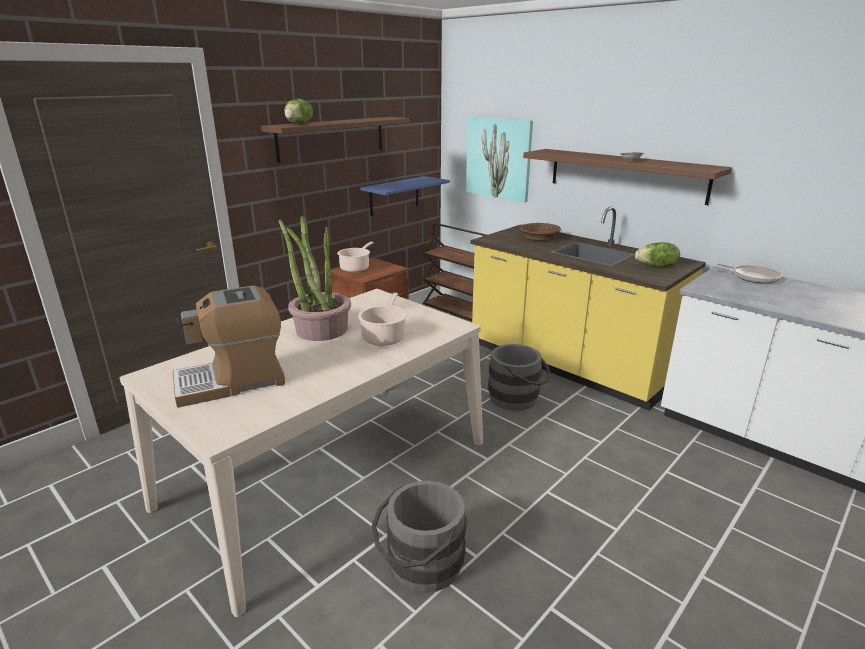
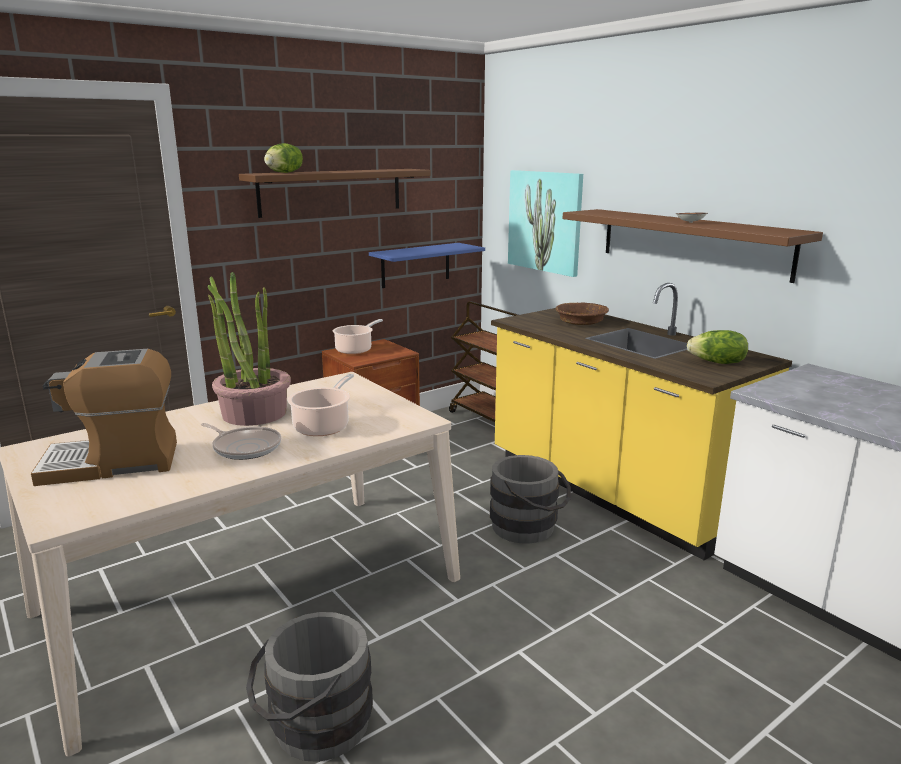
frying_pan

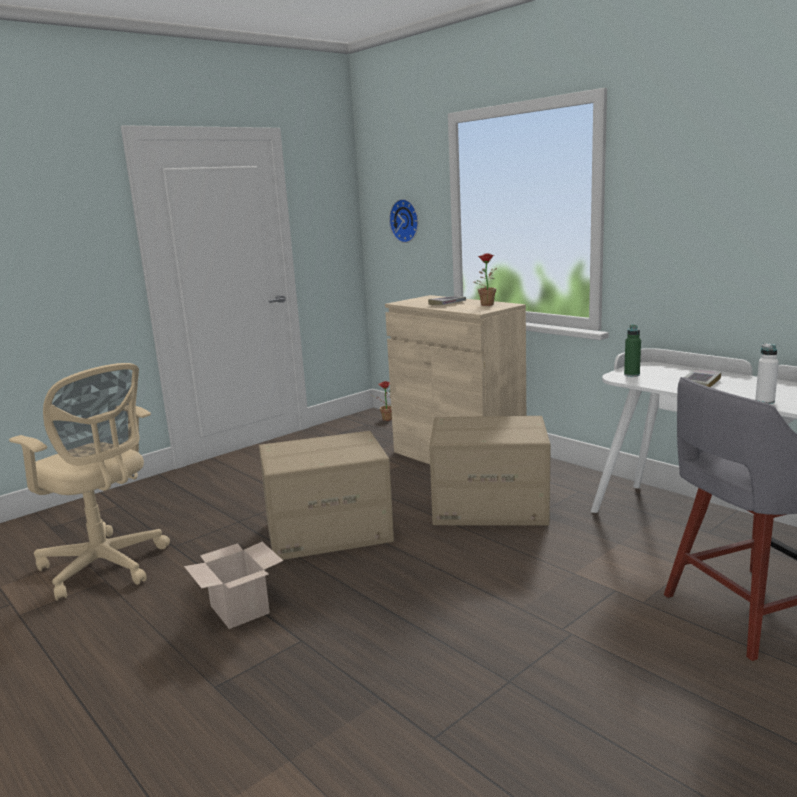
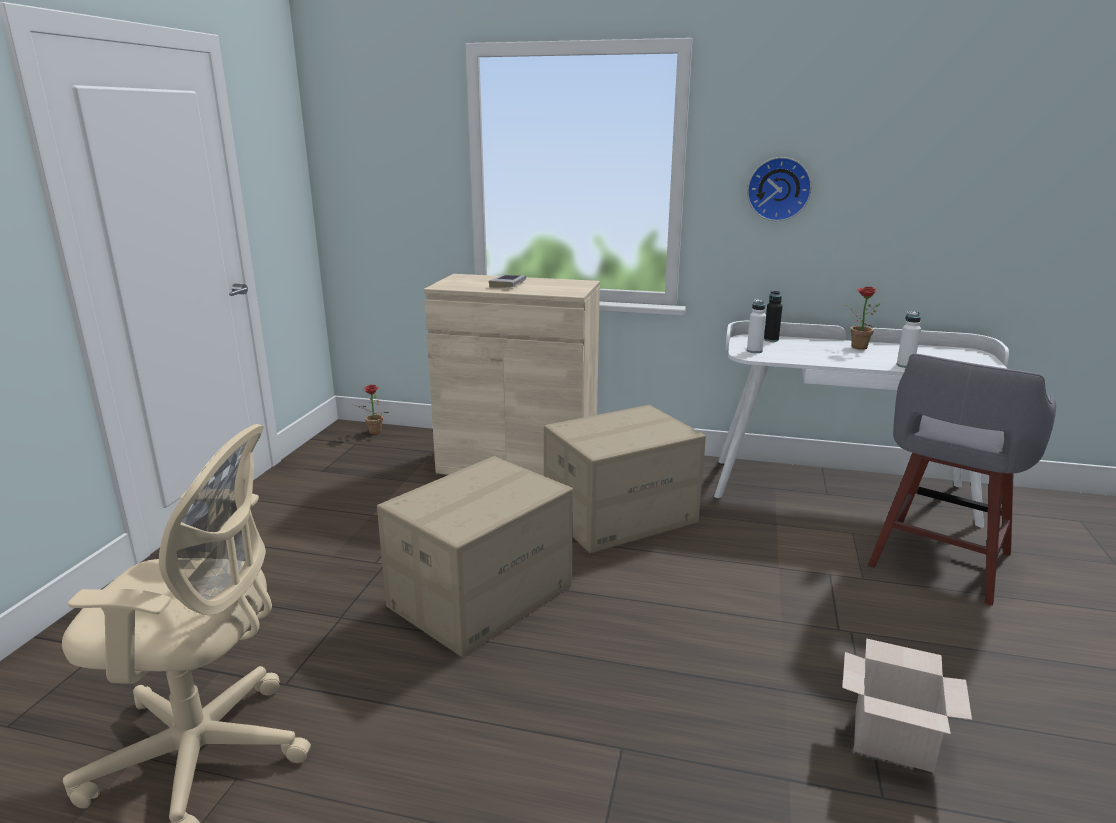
book (no. 2 from left in the first image)
black_bottle
cardboard_box (no. 3 from left)
wall_clock
potted_plant (no. 2 from left)
white_bottle (no. 1 from left)

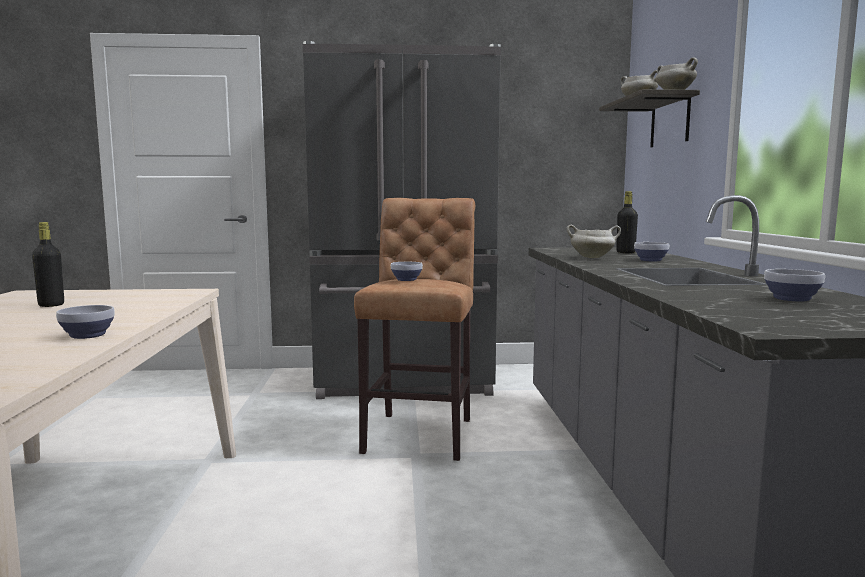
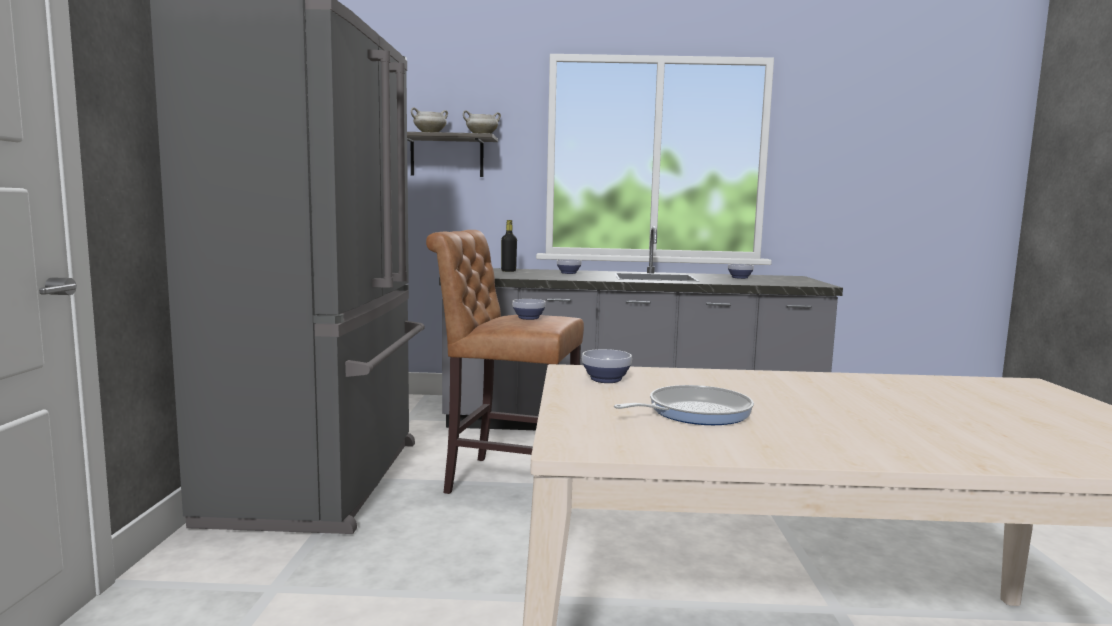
white_cooking_pot (no. 1 from left in the first image)
bowl (no. 3 from left)
frying_pan

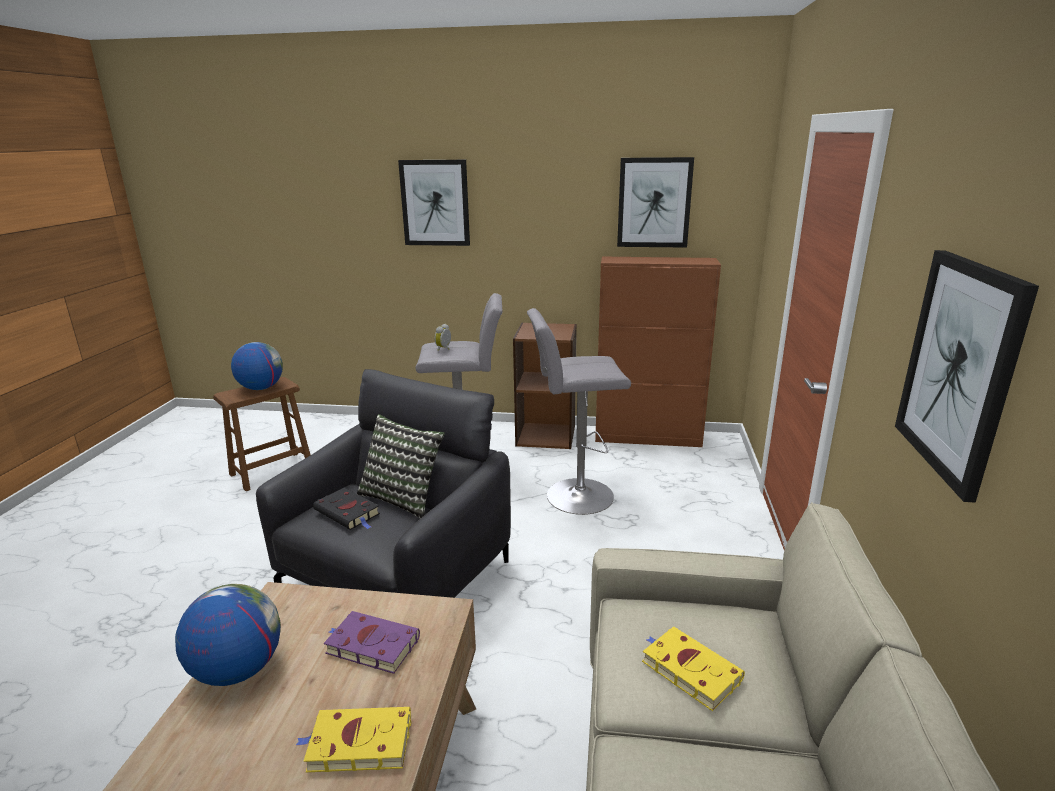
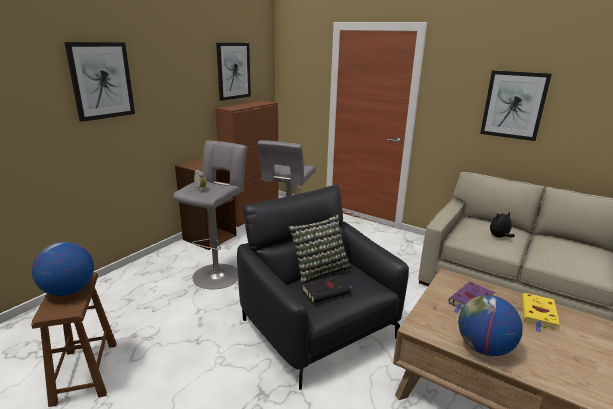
plush_toy

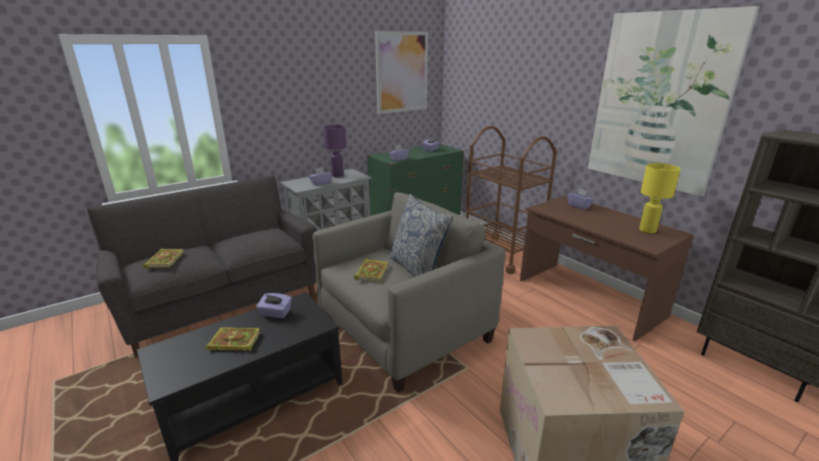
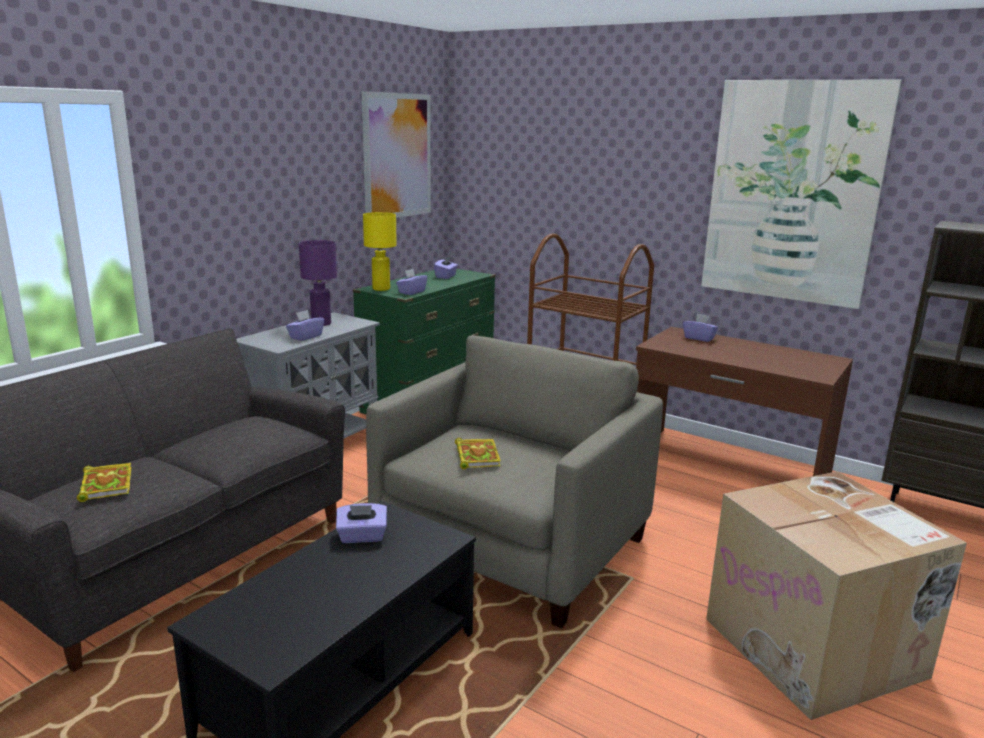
book (no. 2 from left in the first image)
pillow
yellow_table_lamp

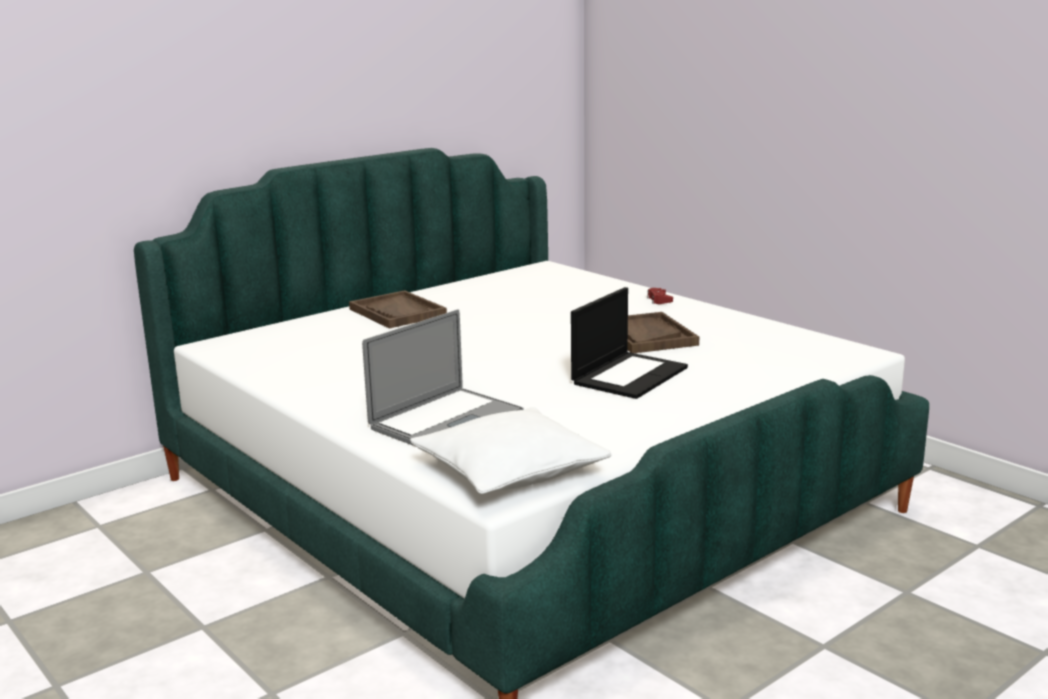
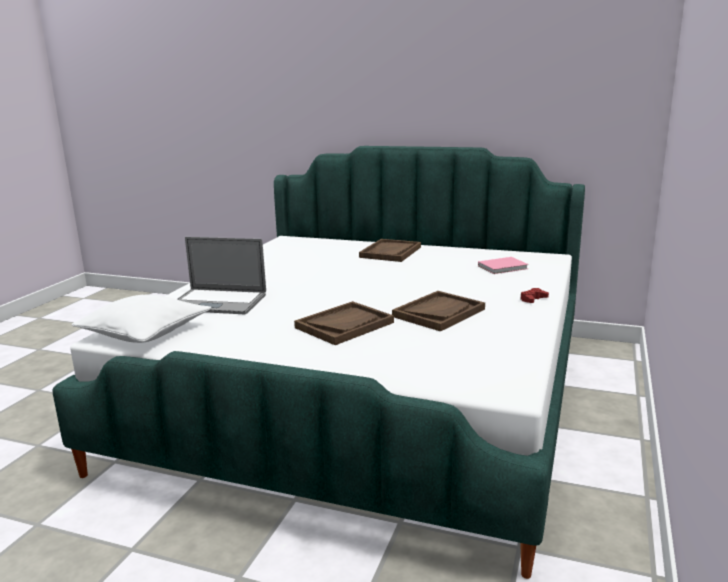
pink_book
brown_tray (no. 1 from left)

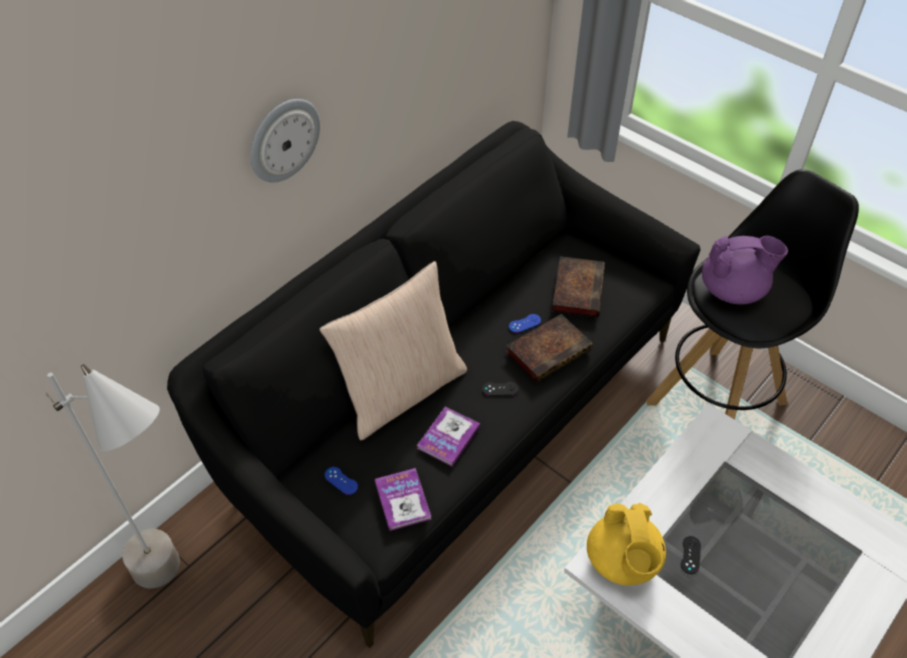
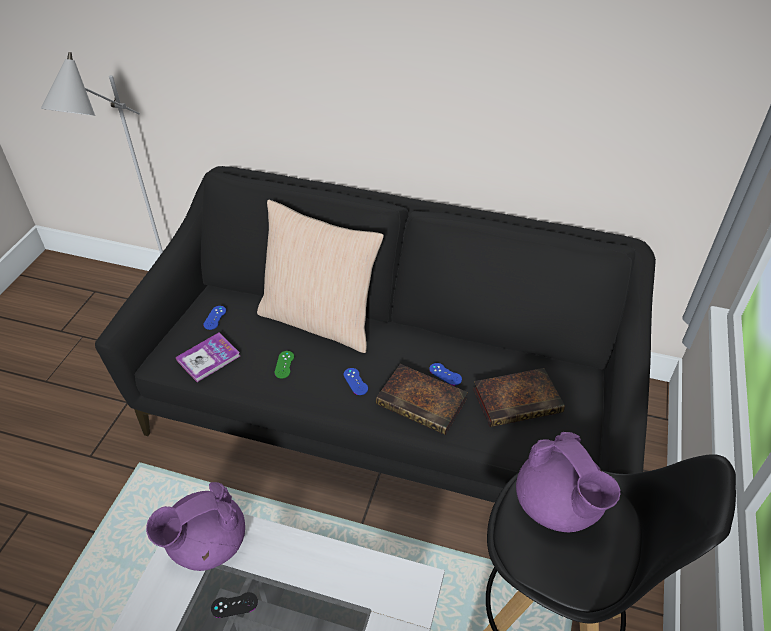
wall_clock
green_game_controller
blue_game_controller (no. 2 from left)
purple_teapot (no. 1 from left)

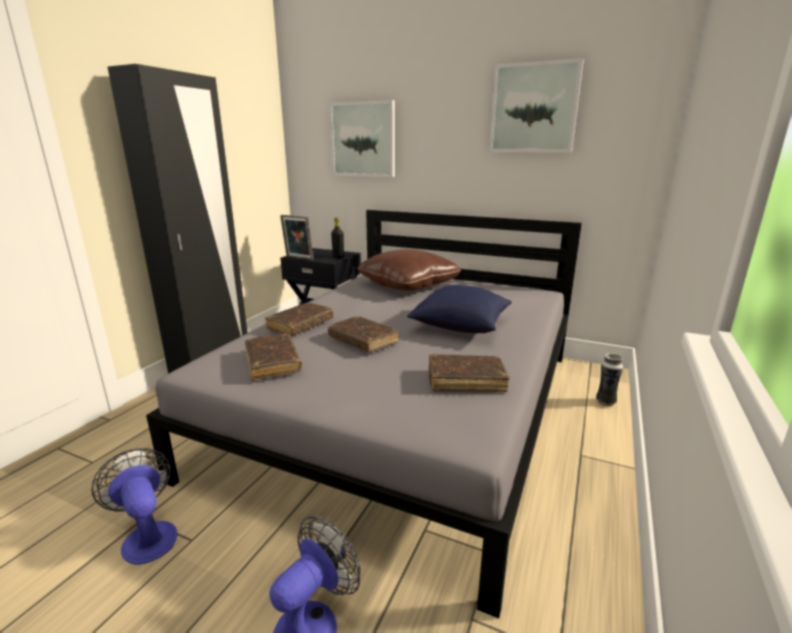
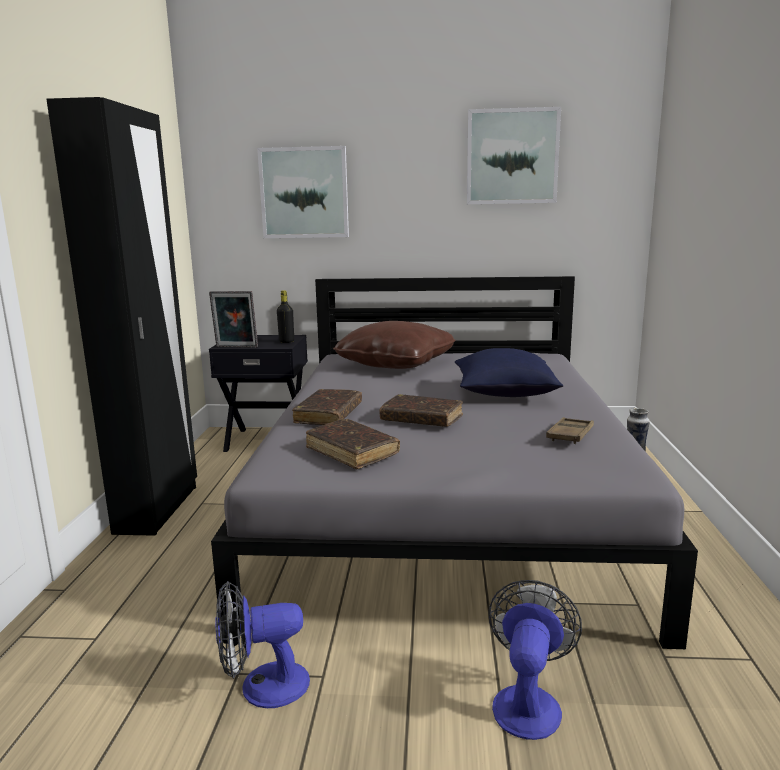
brown_tray
fan (no. 1 from left)

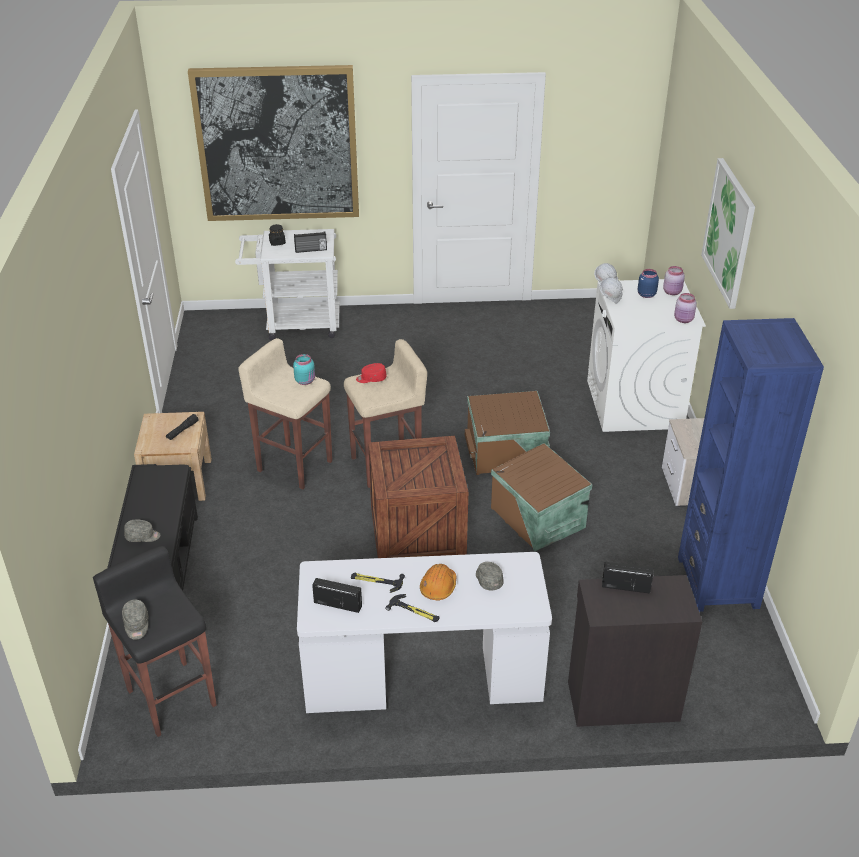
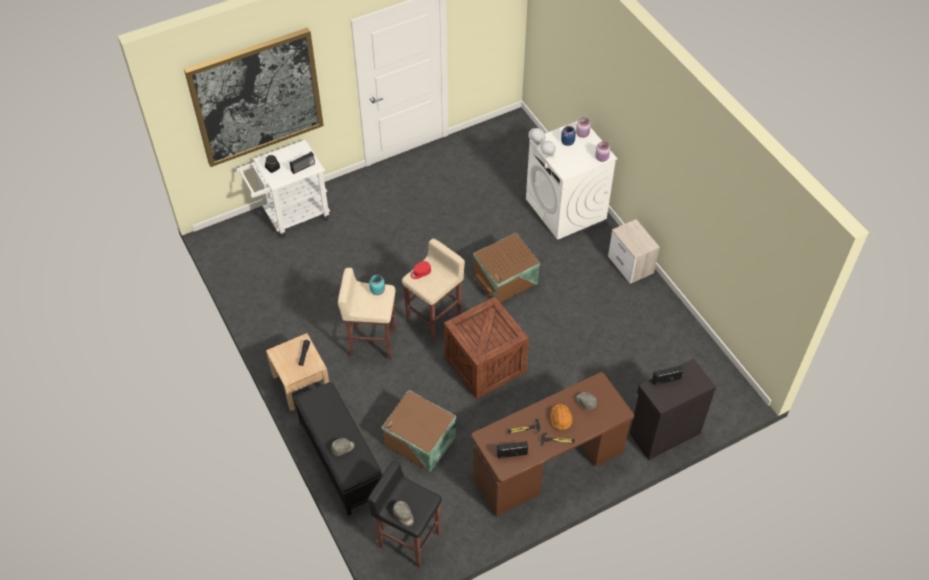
blue_bookcase
picture (no. 2 from left in the first image)
brown_storage_box (no. 1 from left)
brown_desk

